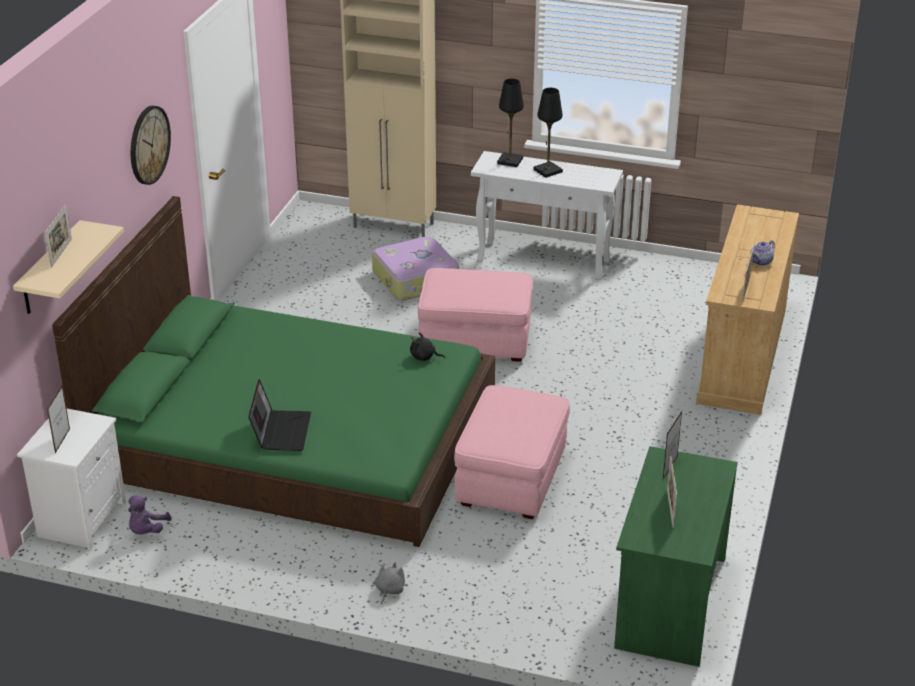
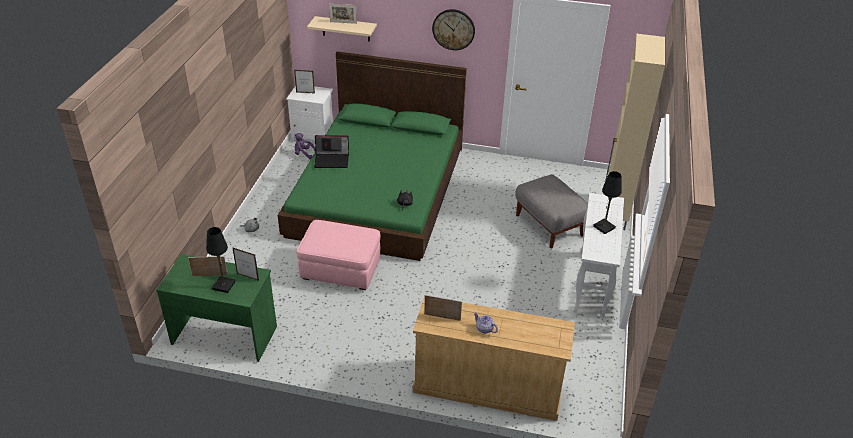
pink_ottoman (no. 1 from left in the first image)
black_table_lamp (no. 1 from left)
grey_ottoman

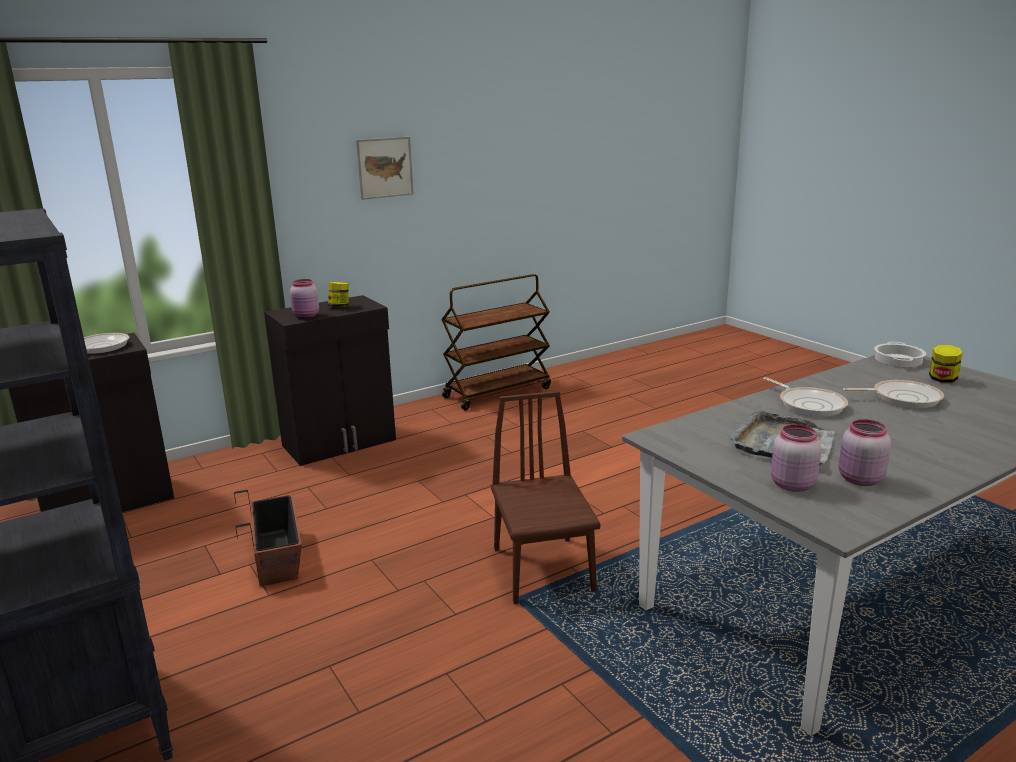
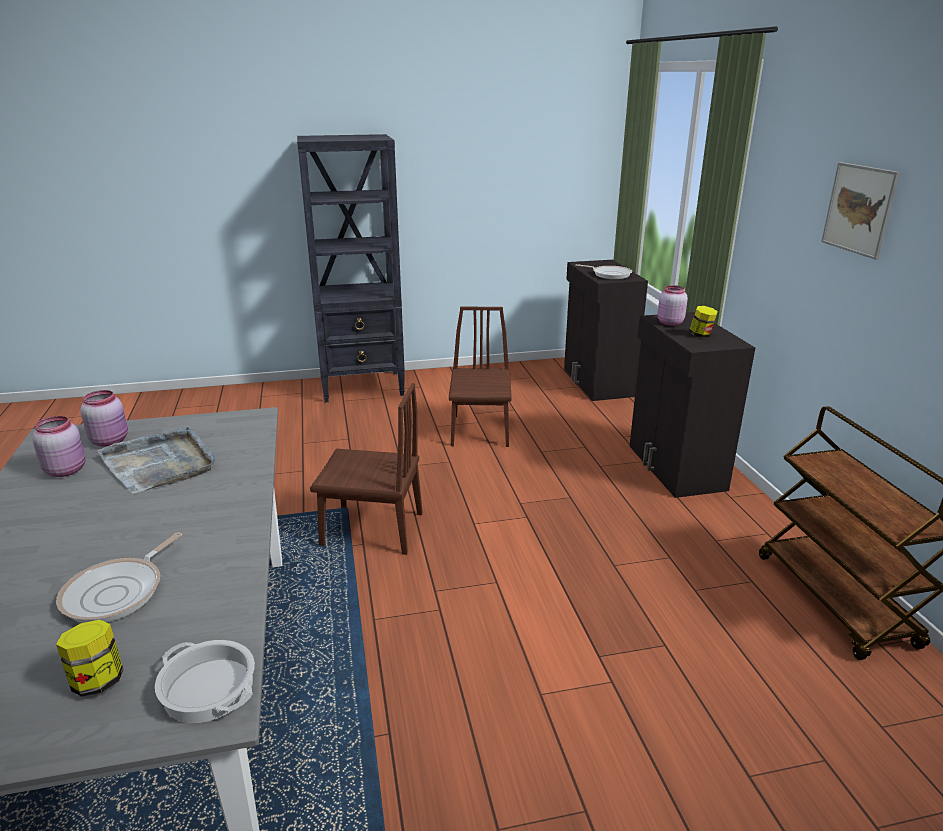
frying_pan (no. 2 from left in the first image)
brown_chair (no. 2 from left)

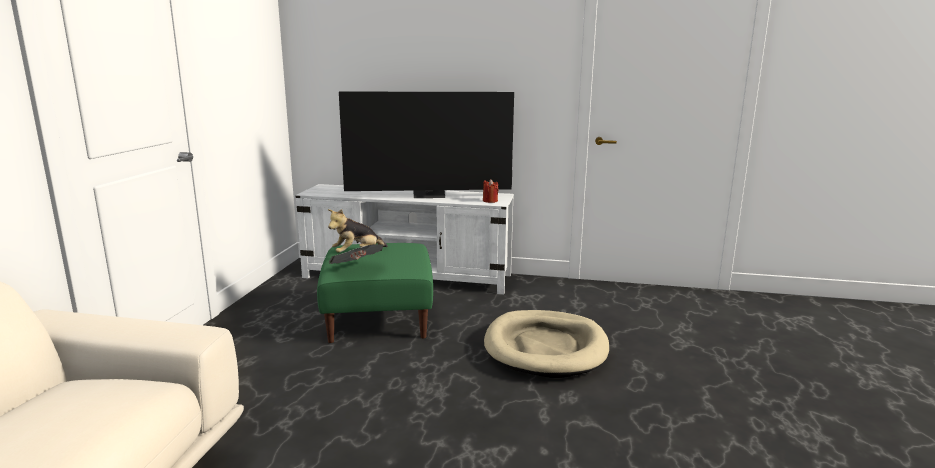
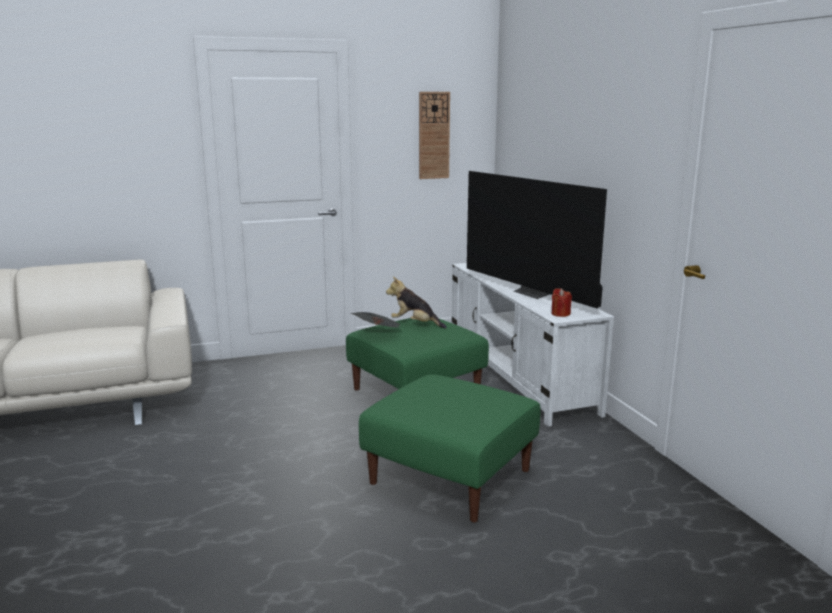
wall_clock
green_ottoman (no. 2 from left)

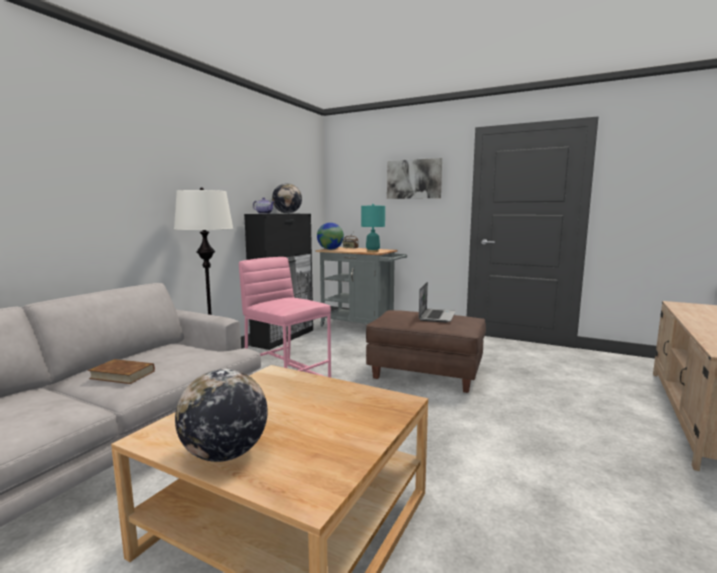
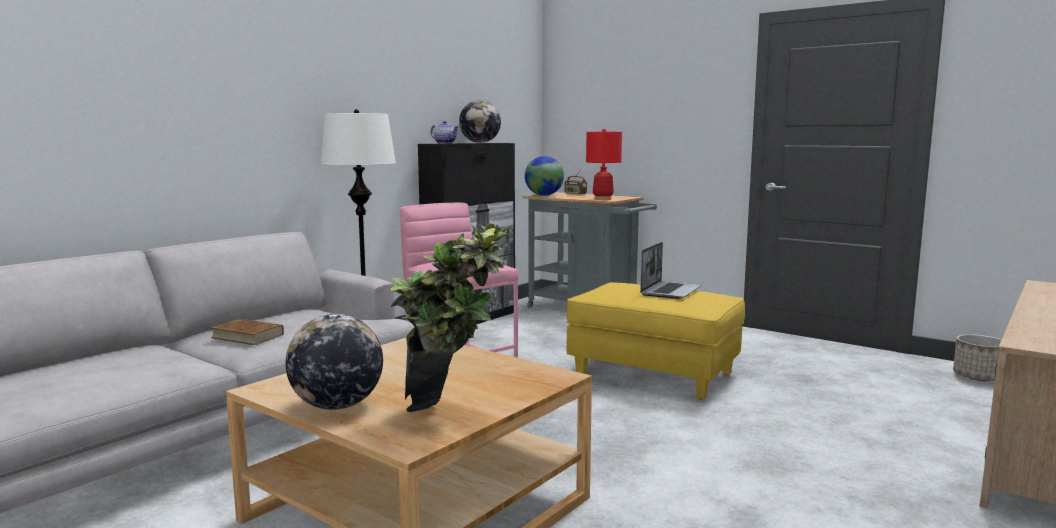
picture
potted_plant
planter
red_table_lamp
yellow_ottoman

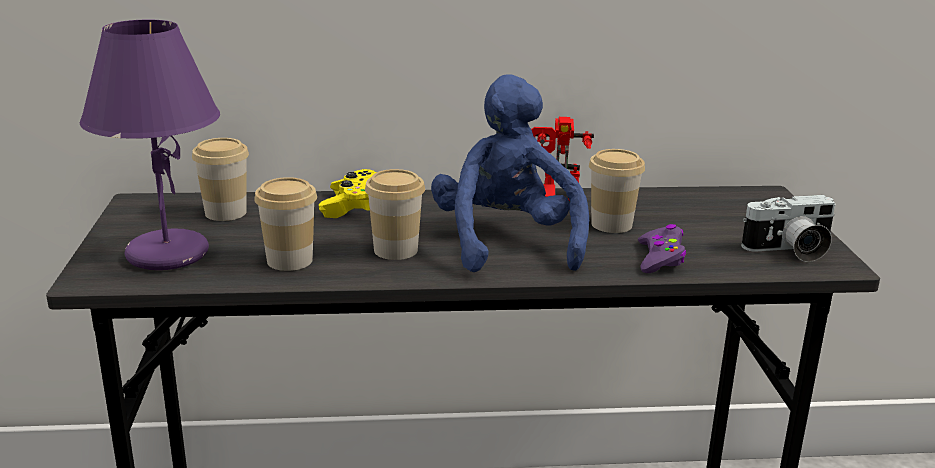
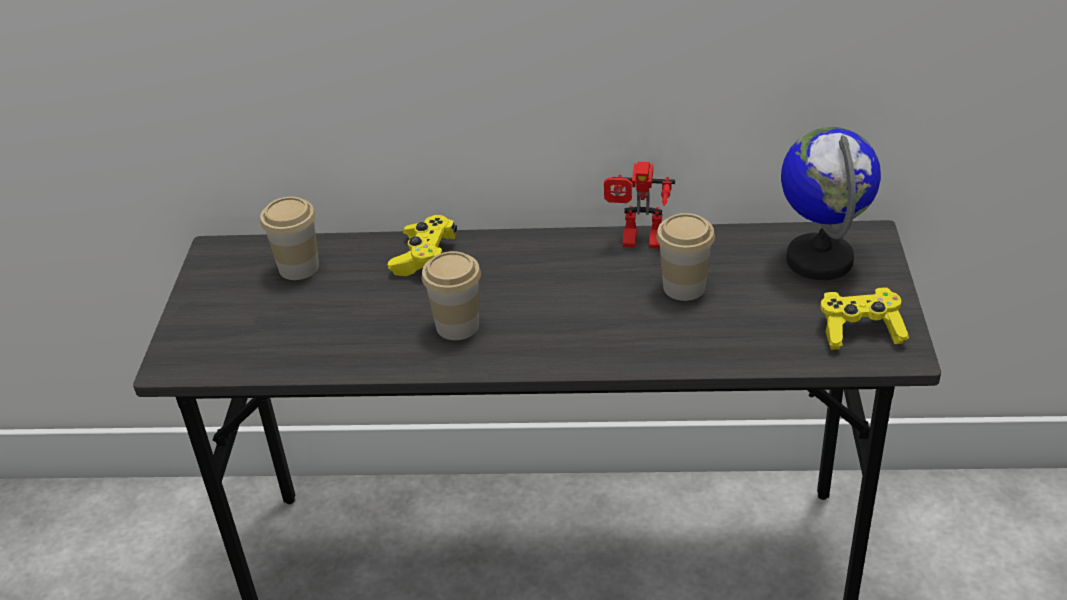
purple_table_lamp
cup (no. 2 from left in the first image)
blue_plush_toy
purple_game_controller
globe
yellow_game_controller (no. 2 from left)

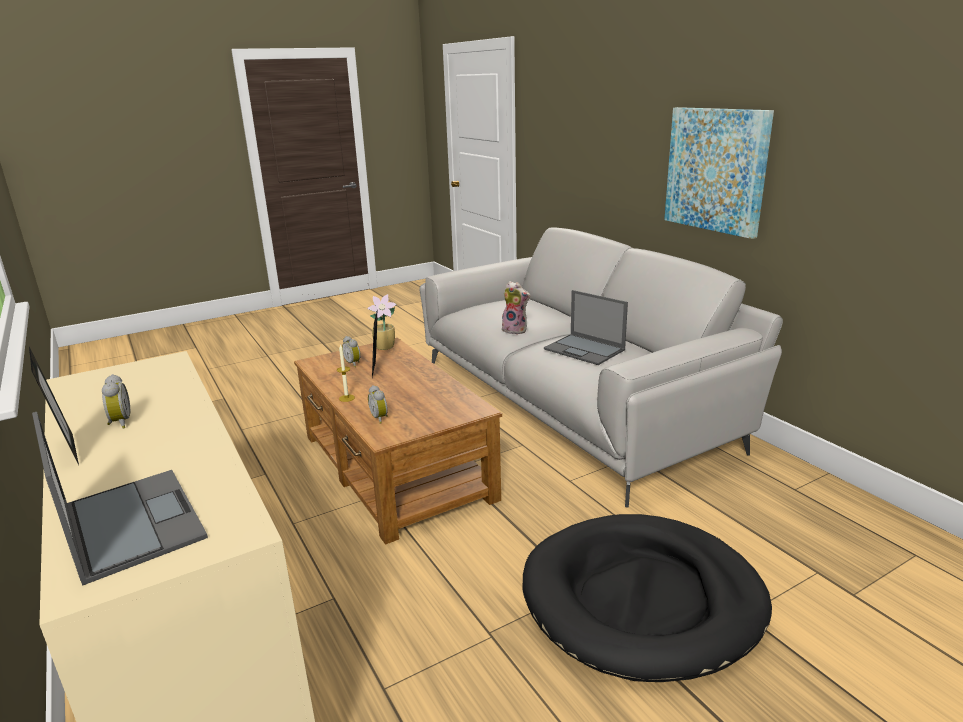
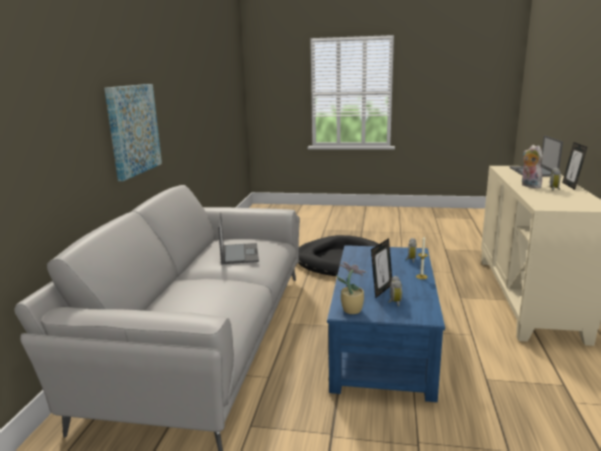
plush_toy
blue_coffee_table

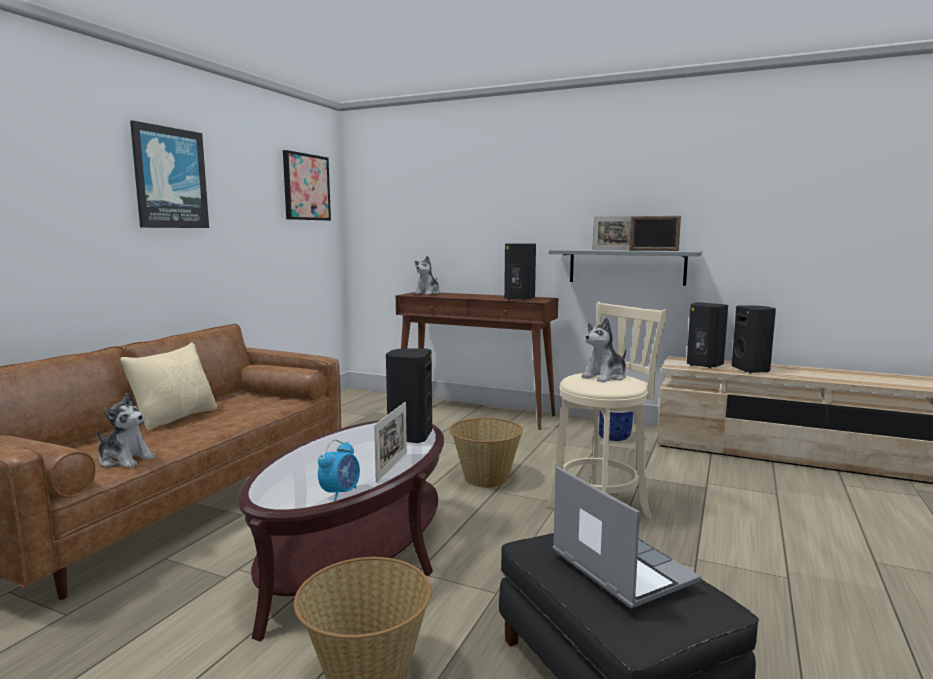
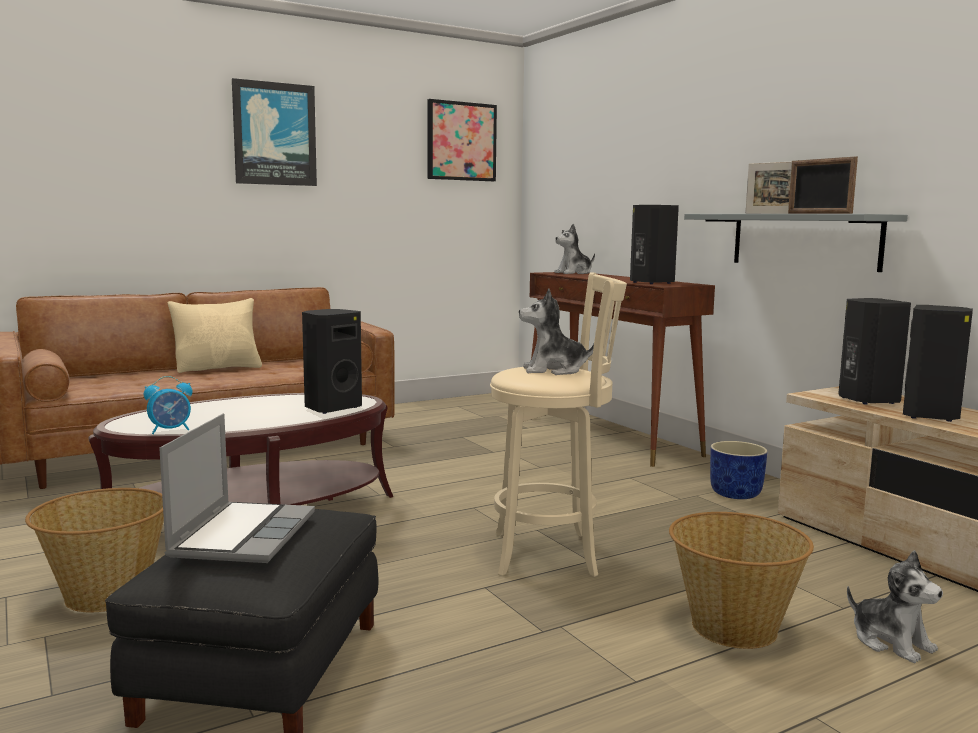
picture_frame (no. 1 from left in the first image)
plush_toy (no. 3 from left)
basket (no. 2 from left)

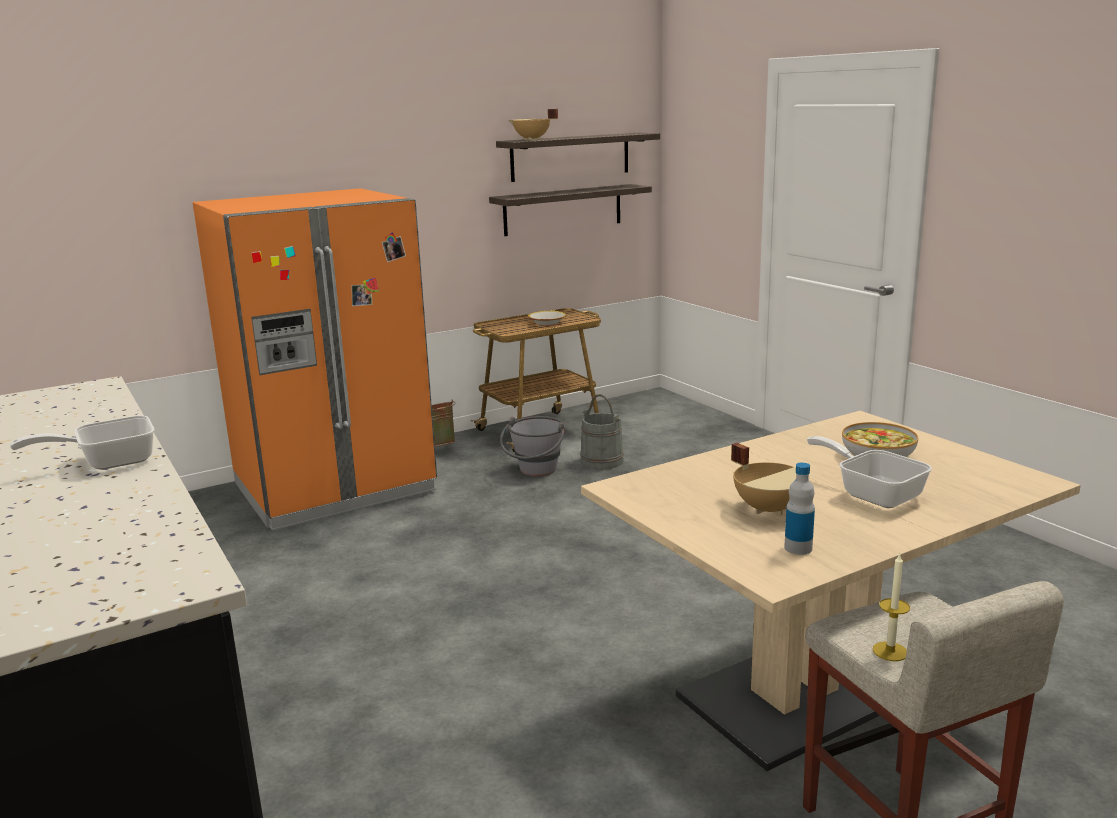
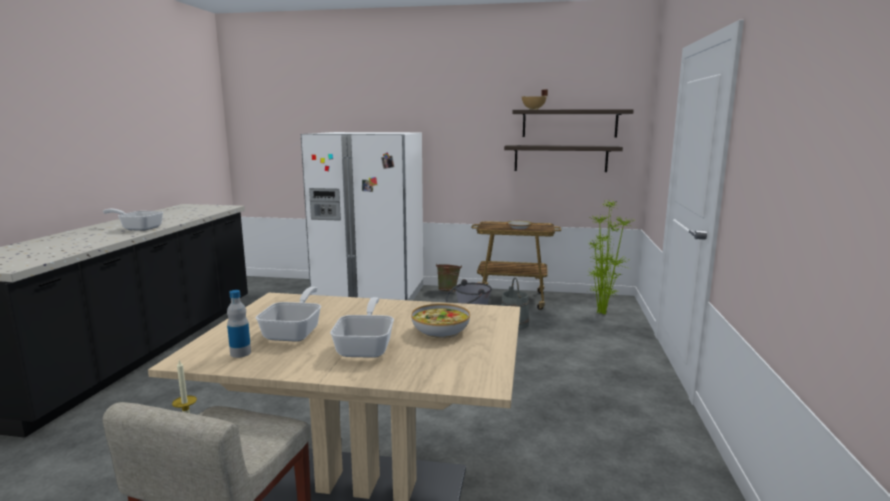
potted_plant
frying_pan (no. 2 from left)
white_fridge

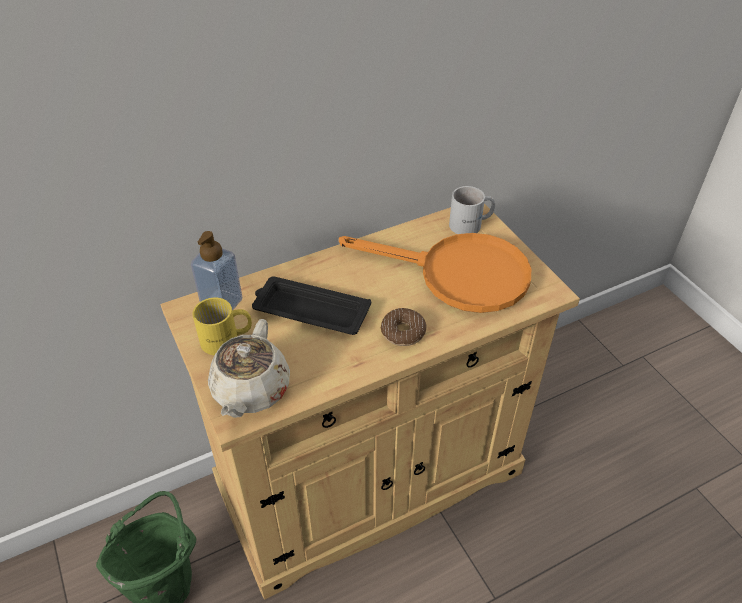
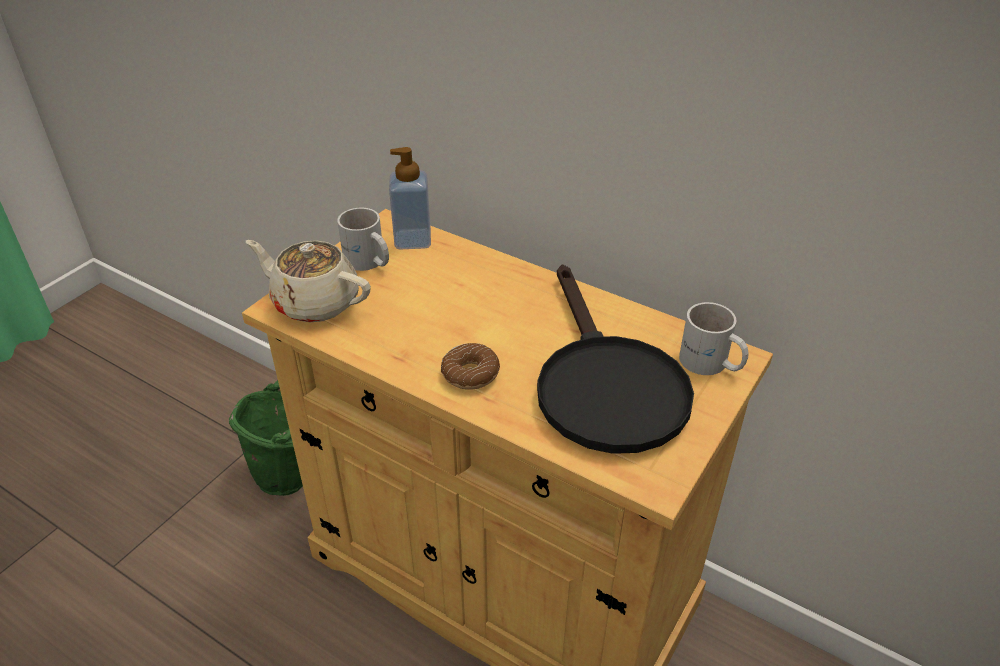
black_tray
white_mug (no. 1 from left)
black_frying_pan
beige_teapot

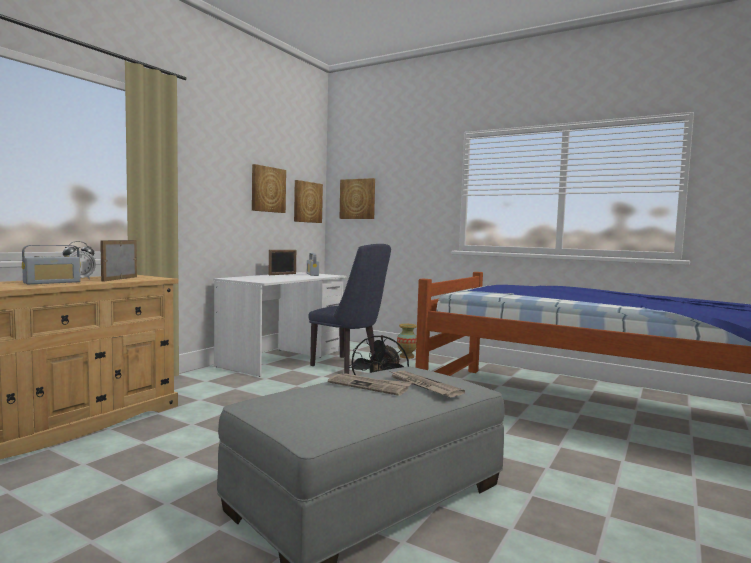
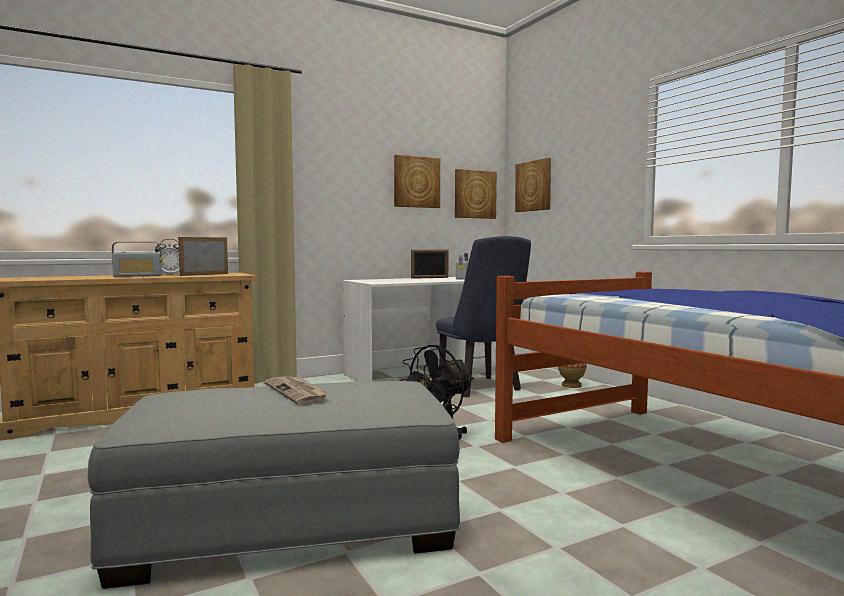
newspaper (no. 2 from left in the first image)

